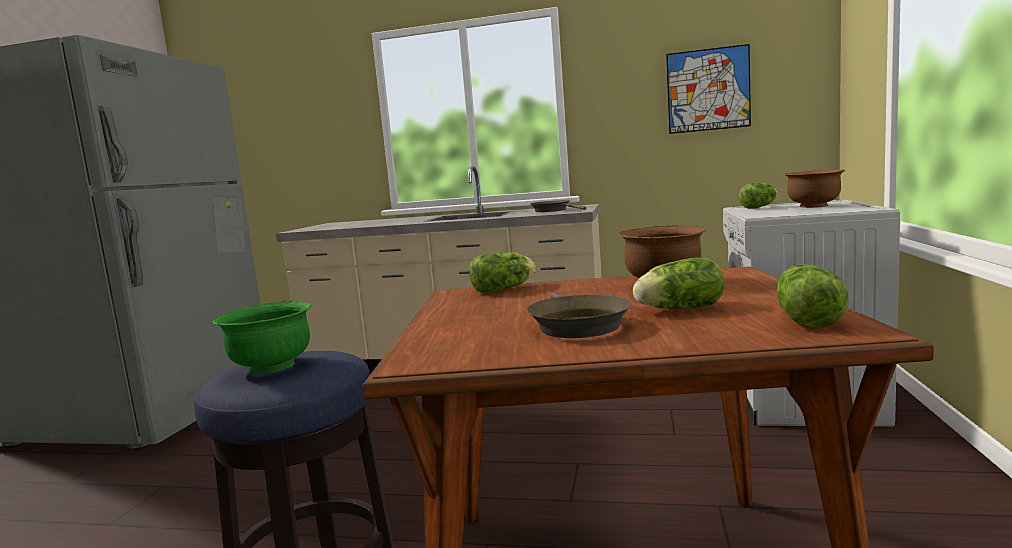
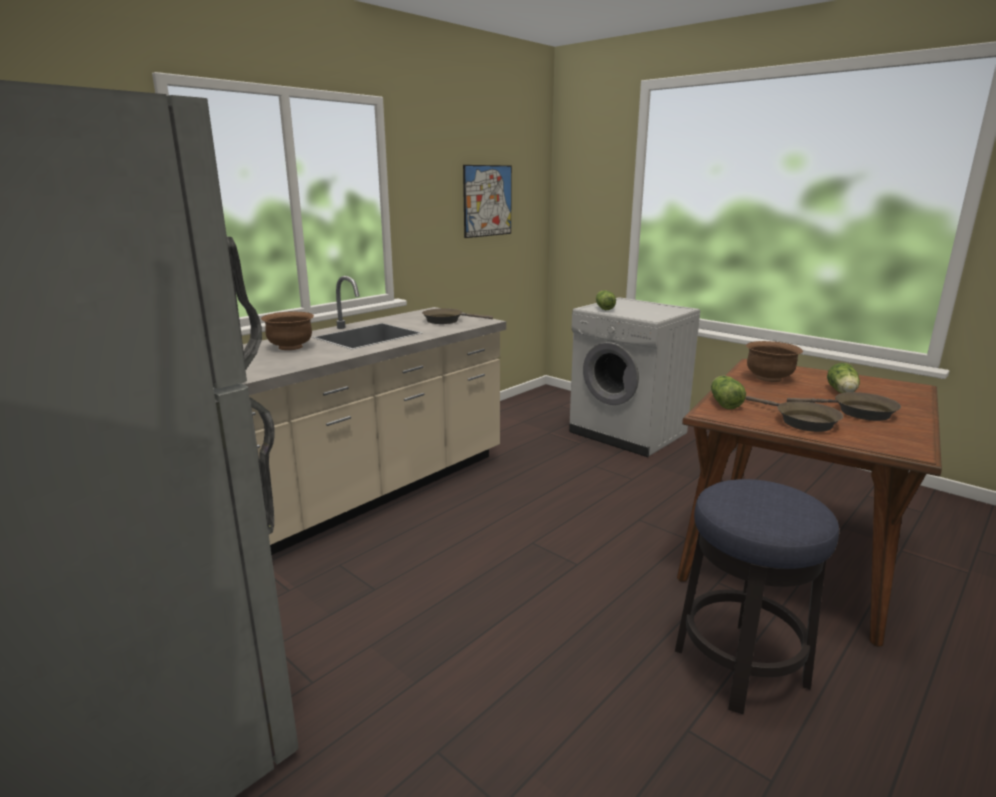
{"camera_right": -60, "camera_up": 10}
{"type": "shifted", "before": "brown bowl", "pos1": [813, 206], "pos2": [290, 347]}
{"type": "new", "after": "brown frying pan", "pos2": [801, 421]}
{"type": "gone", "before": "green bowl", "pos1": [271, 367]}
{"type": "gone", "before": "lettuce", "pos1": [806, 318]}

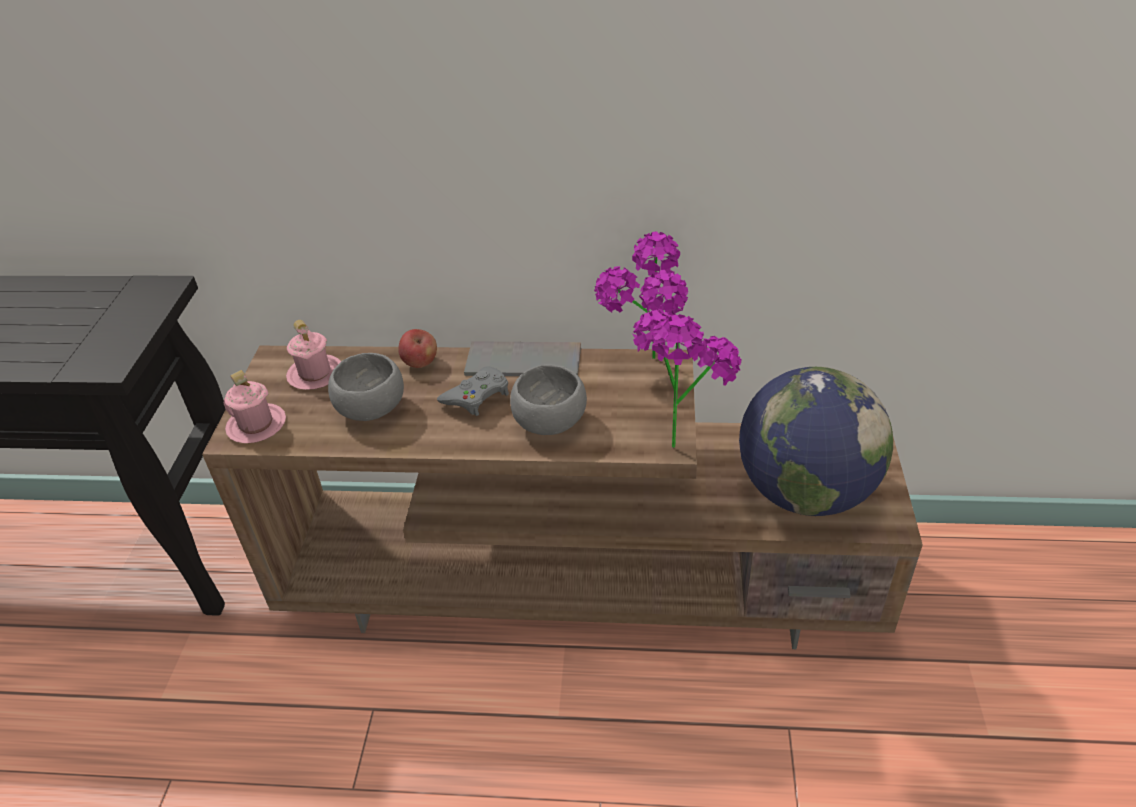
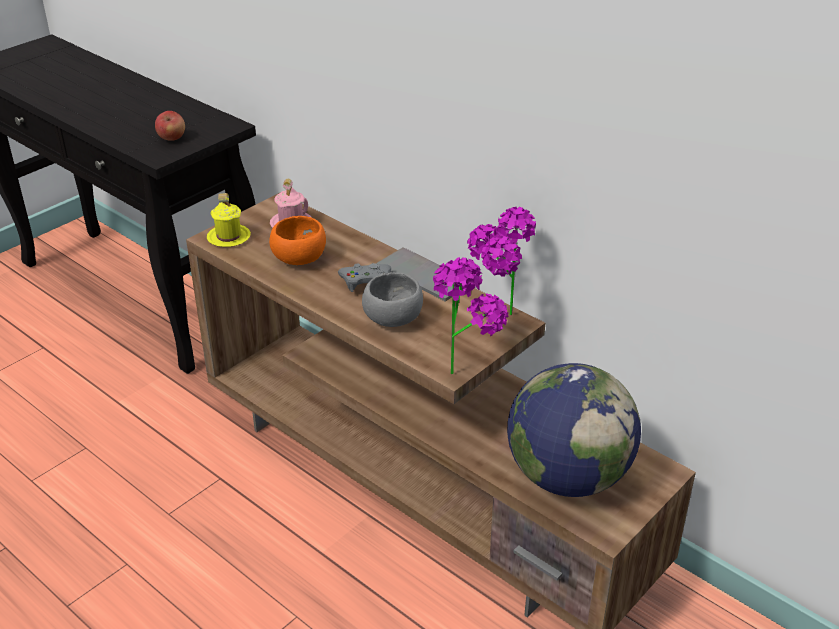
{"camera_right": 35, "camera_up": -5}
{"type": "shifted", "before": "apple", "pos1": [420, 363], "pos2": [172, 138]}
{"type": "repainted", "before": "pink mug", "after": "yellow mug", "pos1": [256, 425], "pos2": [229, 237]}
{"type": "repainted", "before": "grey bowl", "after": "orange bowl", "pos1": [373, 409], "pos2": [300, 259]}

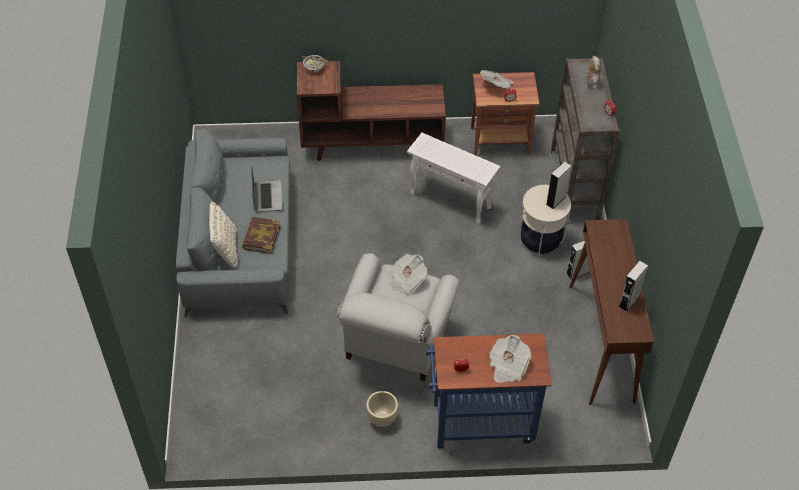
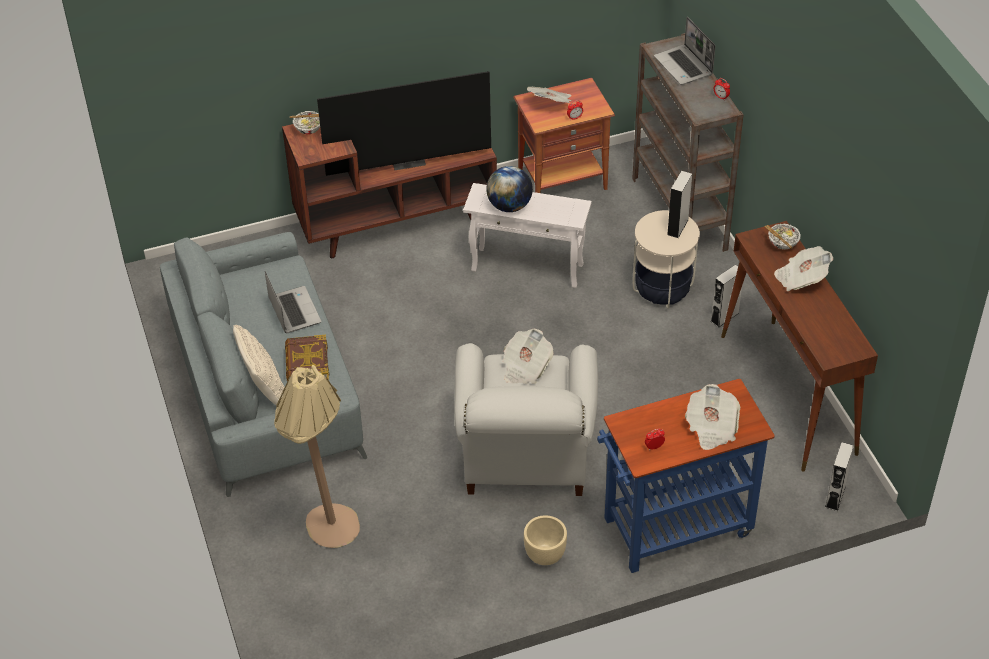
{"camera_right": -15, "camera_up": -5}
{"type": "new", "after": "beige floor lamp", "pos2": [327, 536]}
{"type": "new", "after": "television", "pos2": [408, 160]}
{"type": "new", "after": "globe", "pos2": [509, 206]}
{"type": "swapped", "before": "plush toy", "after": "laptop", "pos1": [591, 83], "pos2": [684, 66]}
{"type": "new", "after": "bowl", "pos2": [782, 244]}
{"type": "new", "after": "newspaper", "pos2": [801, 278]}
{"type": "shifted", "before": "grey speaker", "pos1": [628, 301], "pos2": [835, 497]}

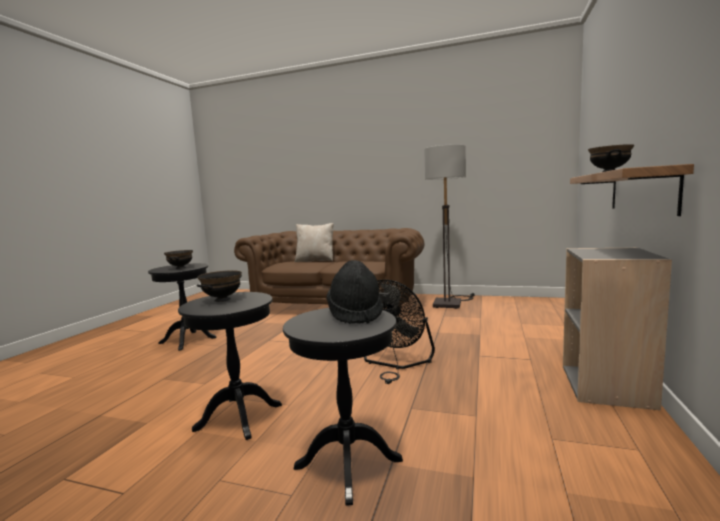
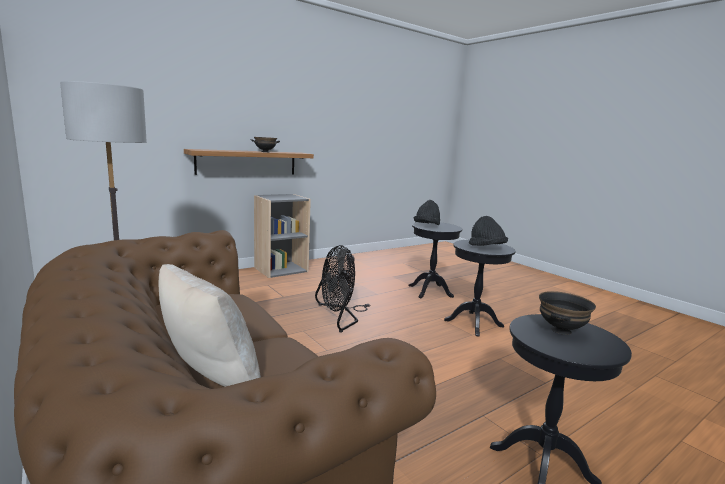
{"camera_right": -145, "camera_up": 5}
{"type": "swapped", "before": "black bowl", "after": "black hat", "pos1": [222, 300], "pos2": [486, 248]}

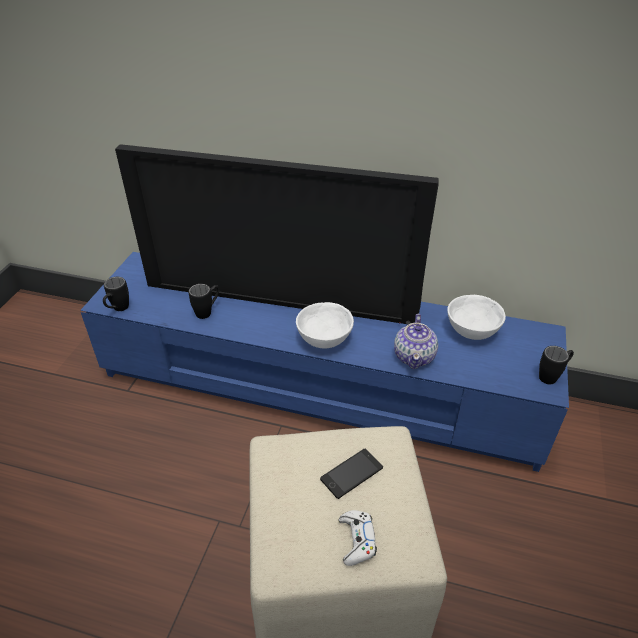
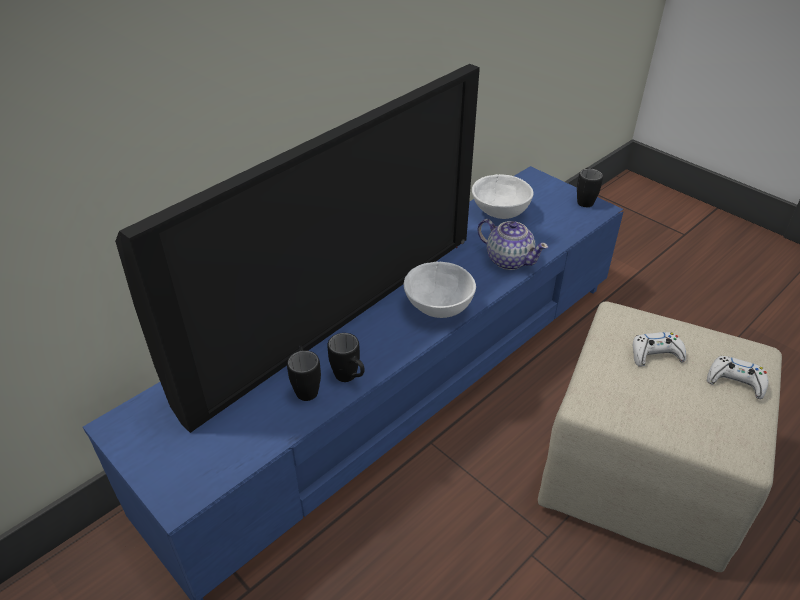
{"camera_right": -60, "camera_up": 0}
{"type": "shifted", "before": "black mug", "pos1": [118, 309], "pos2": [350, 378]}
{"type": "swapped", "before": "phone", "after": "white game controller", "pos1": [351, 473], "pos2": [655, 354]}

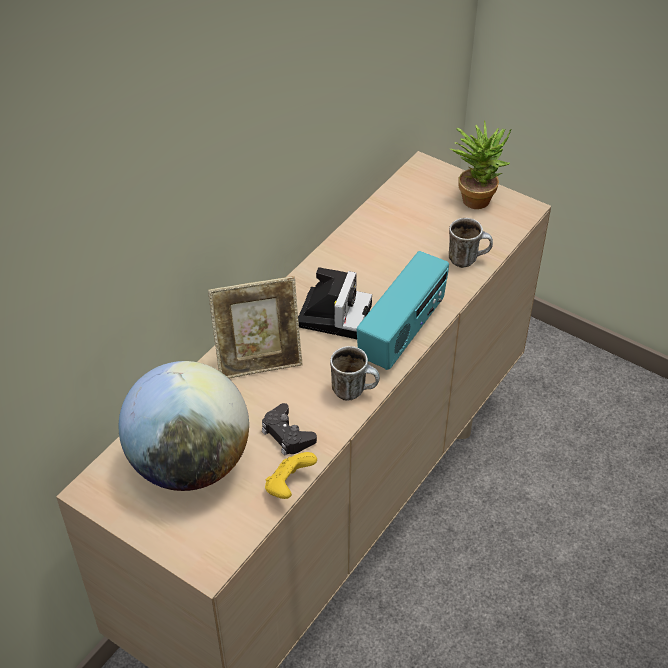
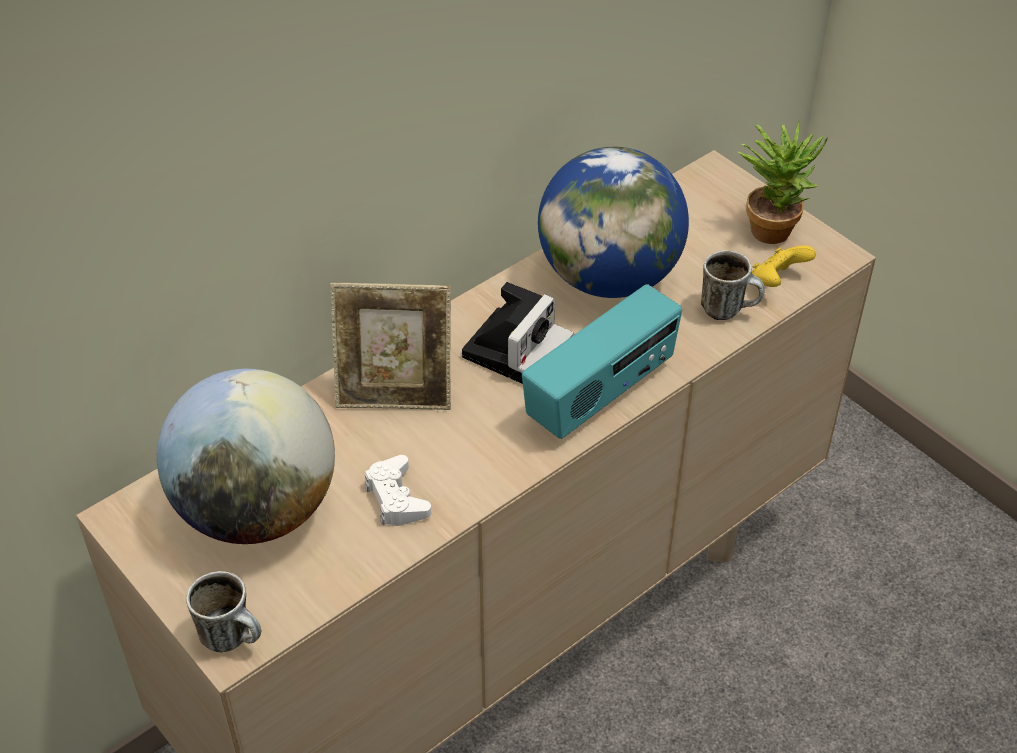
{"camera_right": 15, "camera_up": 0}
{"type": "shifted", "before": "mug", "pos1": [354, 390], "pos2": [234, 637]}
{"type": "repainted", "before": "black game controller", "after": "white game controller", "pos1": [287, 434], "pos2": [396, 498]}
{"type": "new", "after": "globe", "pos2": [609, 277]}
{"type": "shifted", "before": "yellow game controller", "pos1": [289, 486], "pos2": [776, 282]}

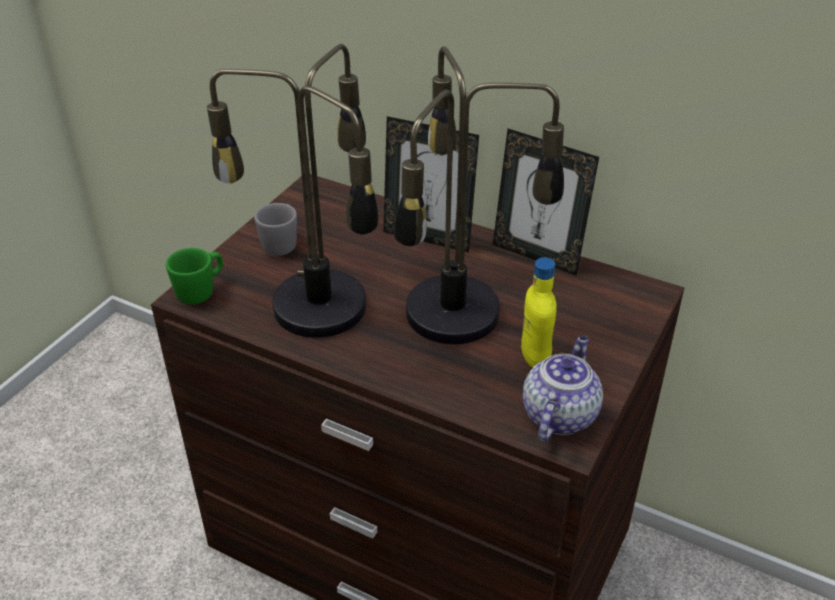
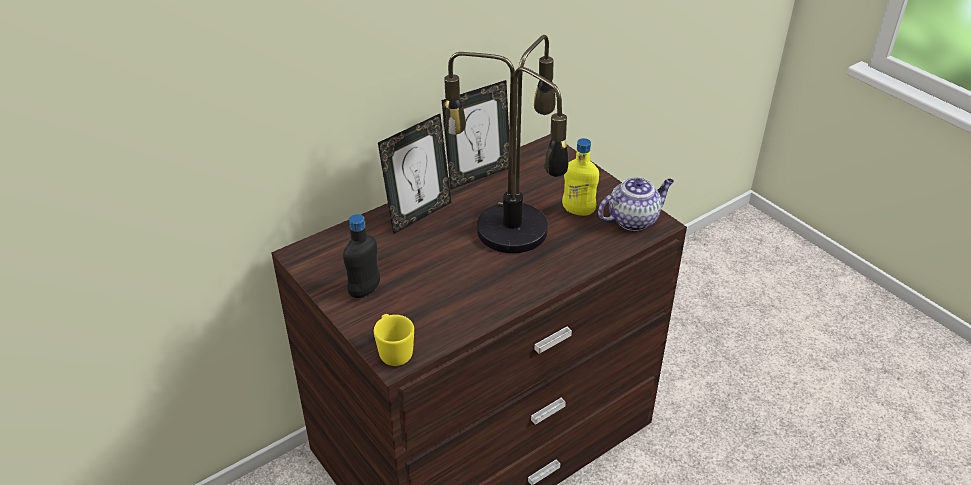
{"camera_right": -65, "camera_up": 0}
{"type": "swapped", "before": "grey mug", "after": "black bottle", "pos1": [281, 244], "pos2": [365, 290]}
{"type": "repainted", "before": "green mug", "after": "yellow mug", "pos1": [201, 291], "pos2": [394, 351]}
{"type": "rotated", "before": "teapot", "pos1": [559, 414], "pos2": [633, 219], "turn": 105}
{"type": "gone", "before": "table lamp", "pos1": [321, 305]}

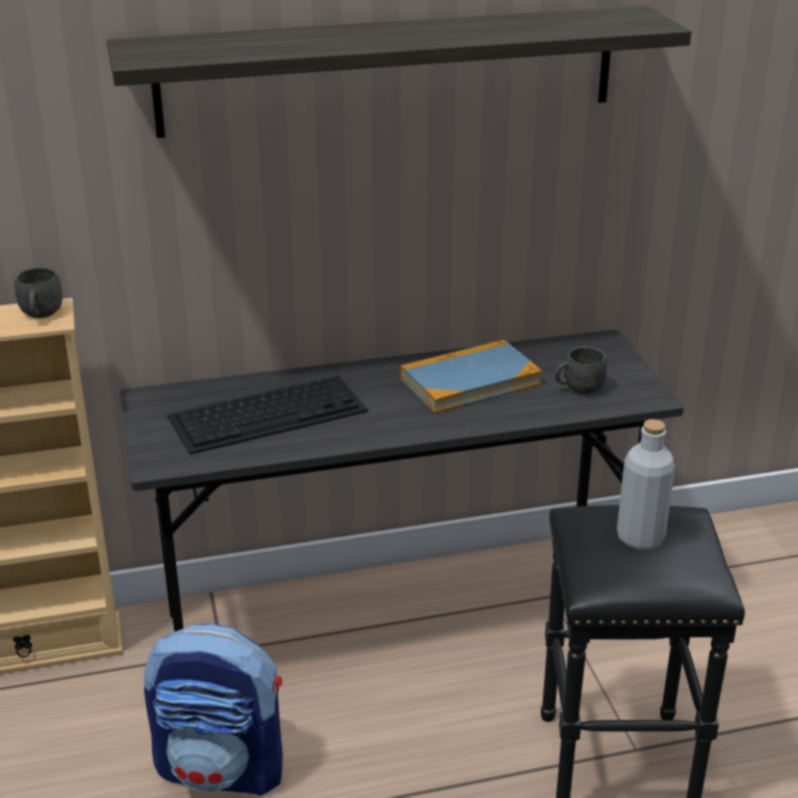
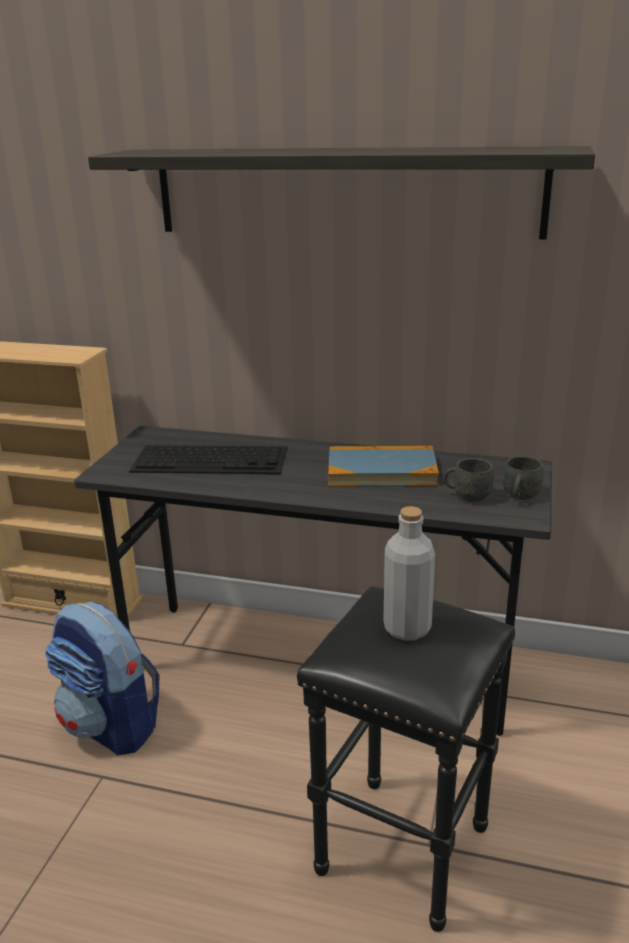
{"camera_right": 30, "camera_up": -5}
{"type": "shifted", "before": "grey mug", "pos1": [40, 315], "pos2": [519, 497]}

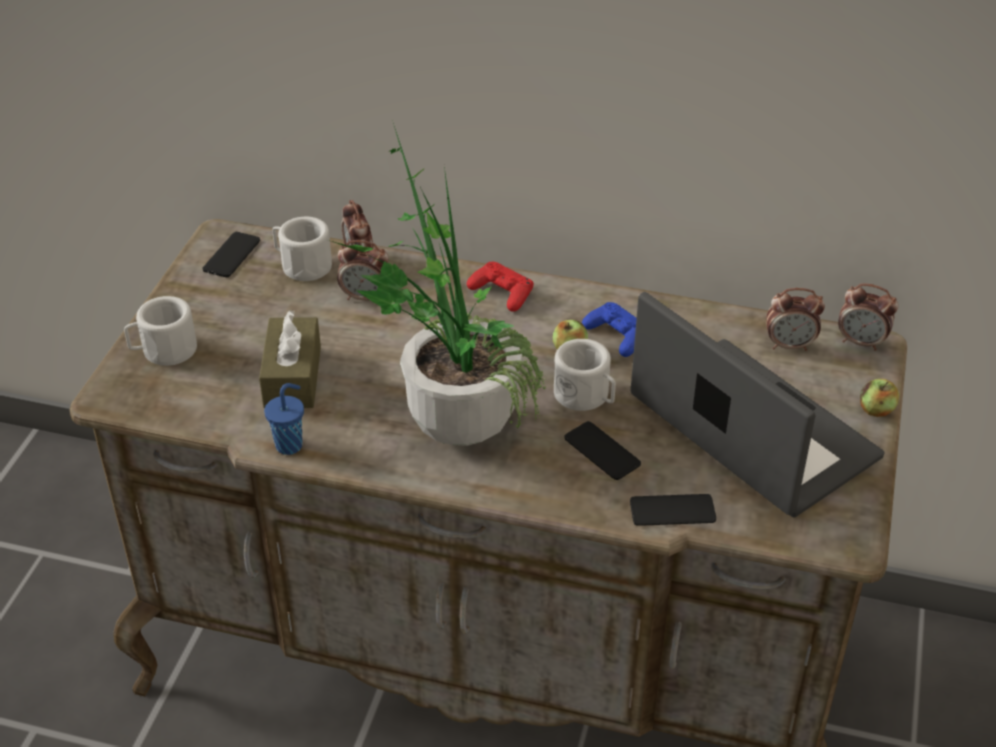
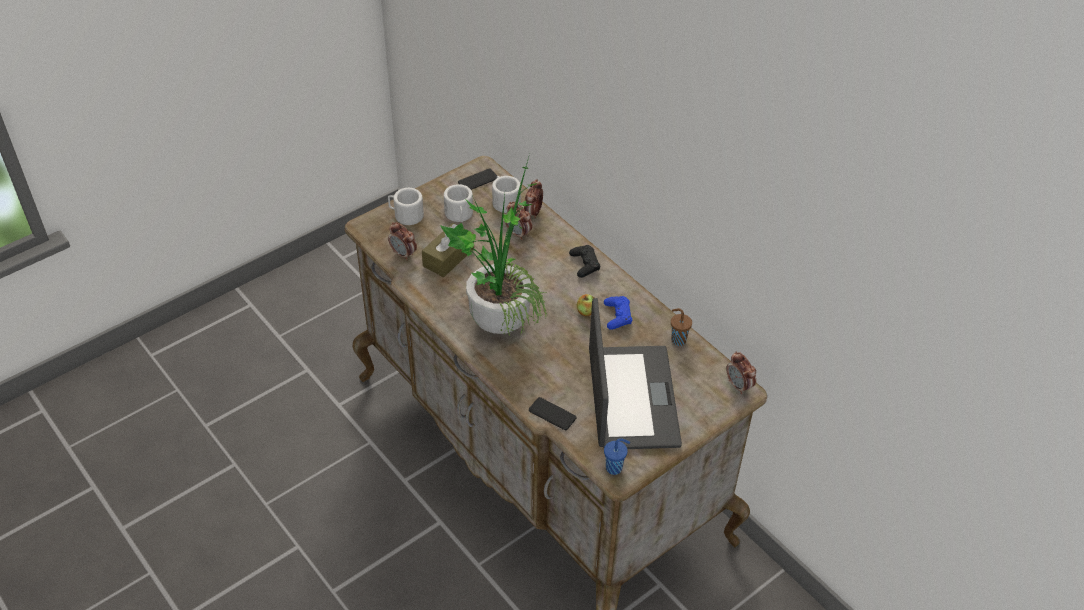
{"camera_right": 35, "camera_up": 5}
{"type": "shifted", "before": "alarm clock", "pos1": [789, 345], "pos2": [403, 254]}
{"type": "shifted", "before": "white mug", "pos1": [586, 396], "pos2": [459, 215]}
{"type": "repainted", "before": "red game controller", "after": "black game controller", "pos1": [502, 292], "pos2": [584, 264]}
{"type": "shifted", "before": "blue cup", "pos1": [290, 445], "pos2": [615, 468]}
{"type": "new", "after": "brown cup", "pos2": [677, 340]}
{"type": "gone", "before": "phone", "pos1": [602, 451]}
{"type": "gone", "before": "apple", "pos1": [876, 410]}

